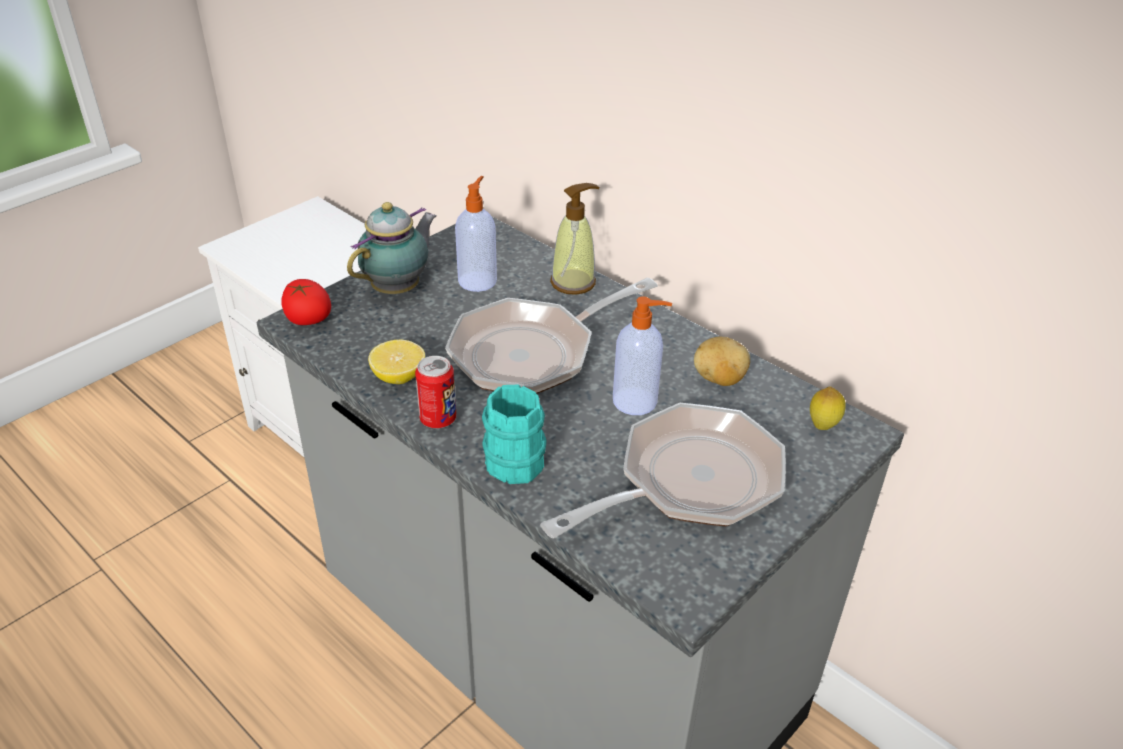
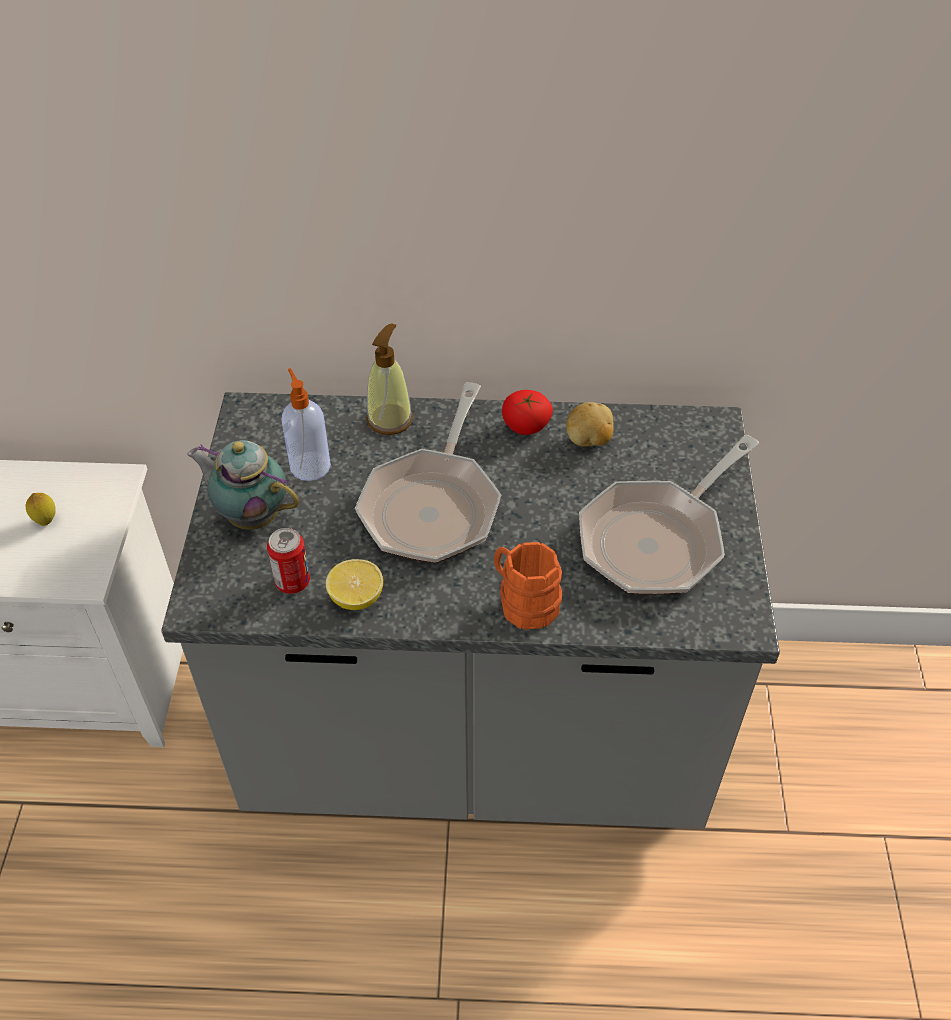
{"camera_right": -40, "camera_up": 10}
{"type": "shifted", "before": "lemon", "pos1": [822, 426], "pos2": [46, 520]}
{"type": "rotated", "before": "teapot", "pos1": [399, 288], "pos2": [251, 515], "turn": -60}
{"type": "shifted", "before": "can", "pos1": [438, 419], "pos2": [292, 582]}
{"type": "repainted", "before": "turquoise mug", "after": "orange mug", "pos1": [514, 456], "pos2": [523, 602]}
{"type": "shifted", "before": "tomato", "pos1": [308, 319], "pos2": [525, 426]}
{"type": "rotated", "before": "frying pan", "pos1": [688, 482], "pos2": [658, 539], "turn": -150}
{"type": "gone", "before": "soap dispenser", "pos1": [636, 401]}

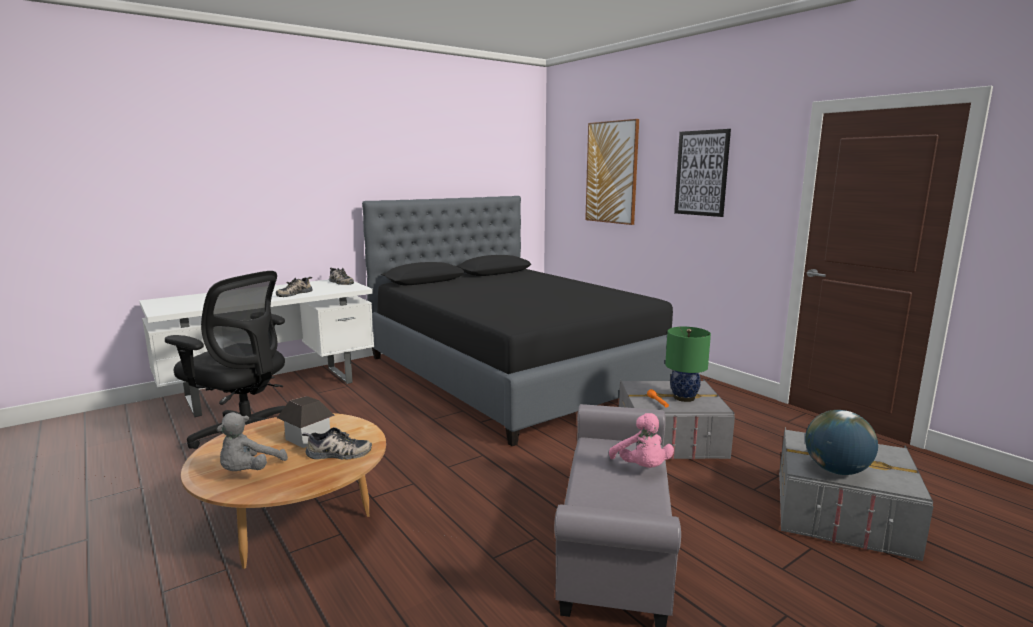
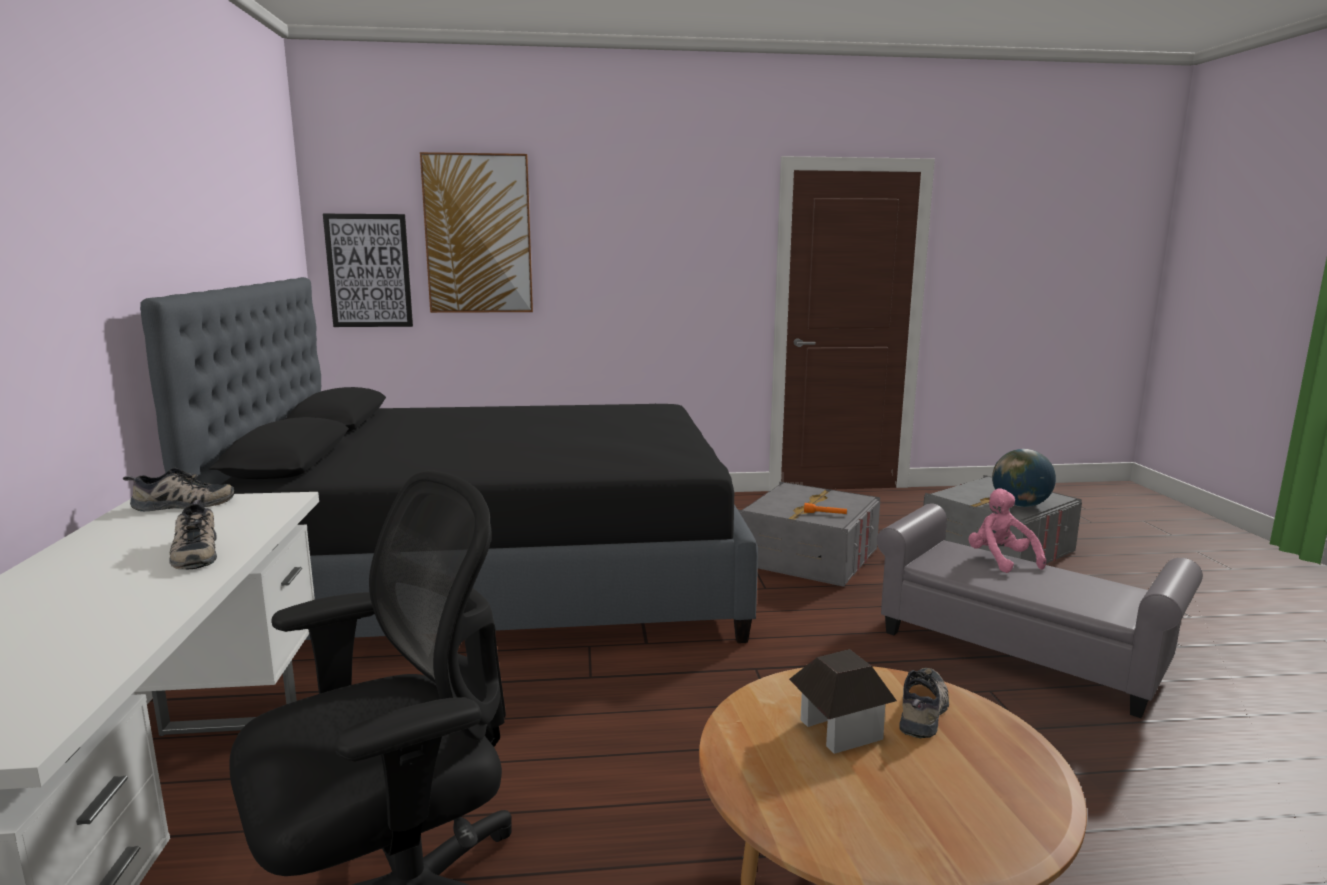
{"camera_right": -60, "camera_up": 0}
{"type": "shifted", "before": "picture", "pos1": [701, 173], "pos2": [369, 271]}
{"type": "rotated", "before": "pink plush toy", "pos1": [642, 468], "pos2": [1000, 560], "turn": -120}
{"type": "gone", "before": "grey plush toy", "pos1": [249, 471]}
{"type": "gone", "before": "green table lamp", "pos1": [684, 397]}

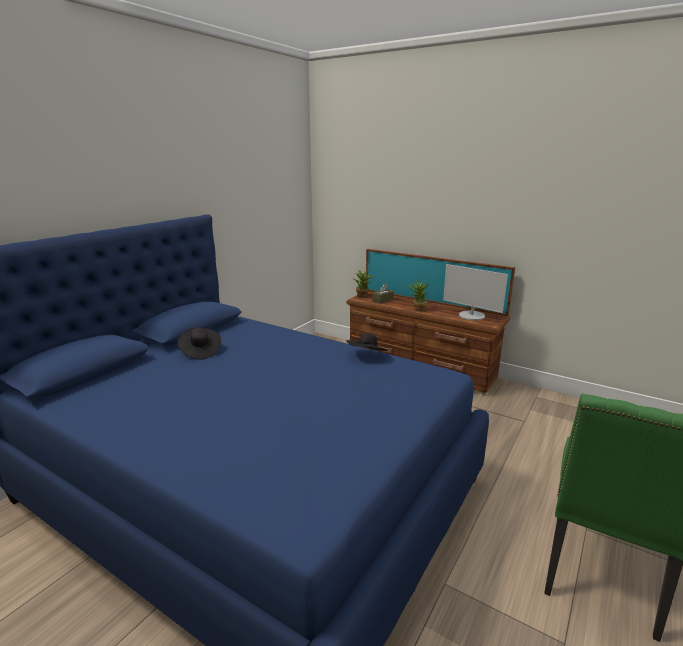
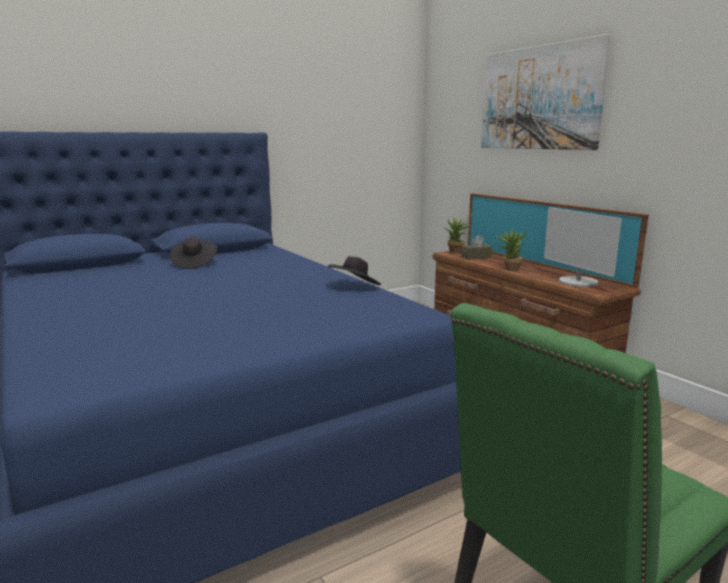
{"camera_right": 25, "camera_up": -5}
{"type": "new", "after": "picture", "pos2": [539, 98]}

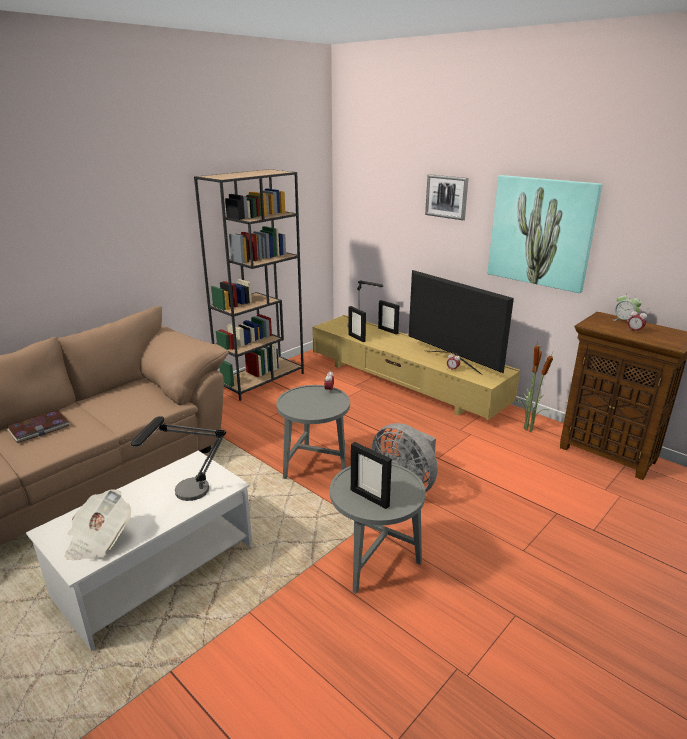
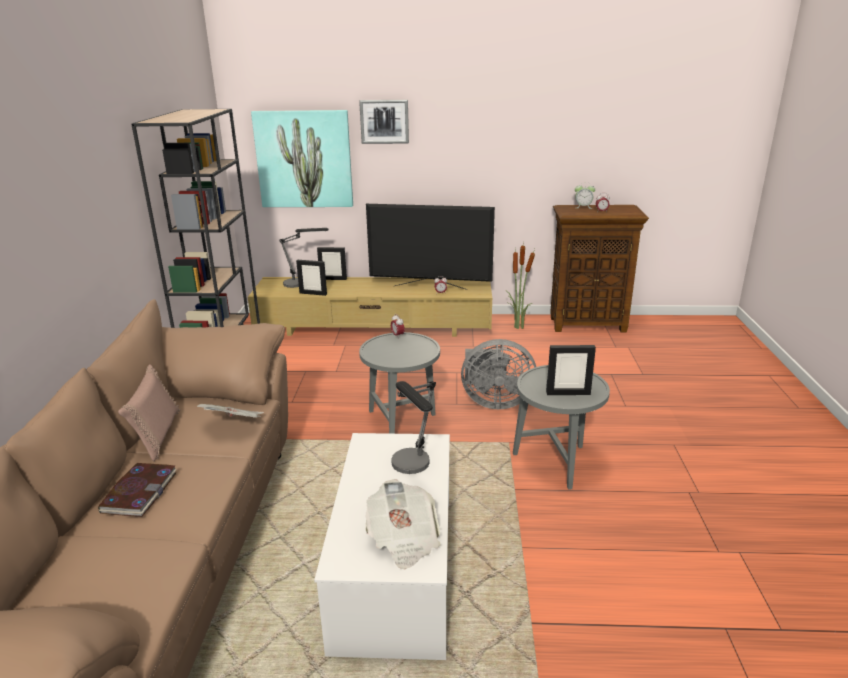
{"camera_right": -40, "camera_up": 0}
{"type": "new", "after": "beige pillow", "pos2": [157, 435]}
{"type": "new", "after": "newspaper", "pos2": [235, 425]}
{"type": "shifted", "before": "picture", "pos1": [541, 232], "pos2": [304, 159]}

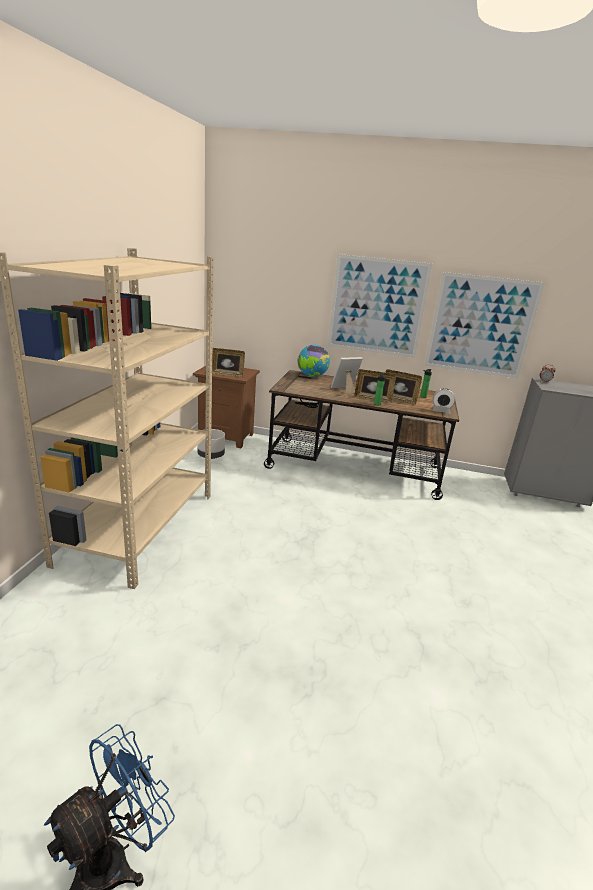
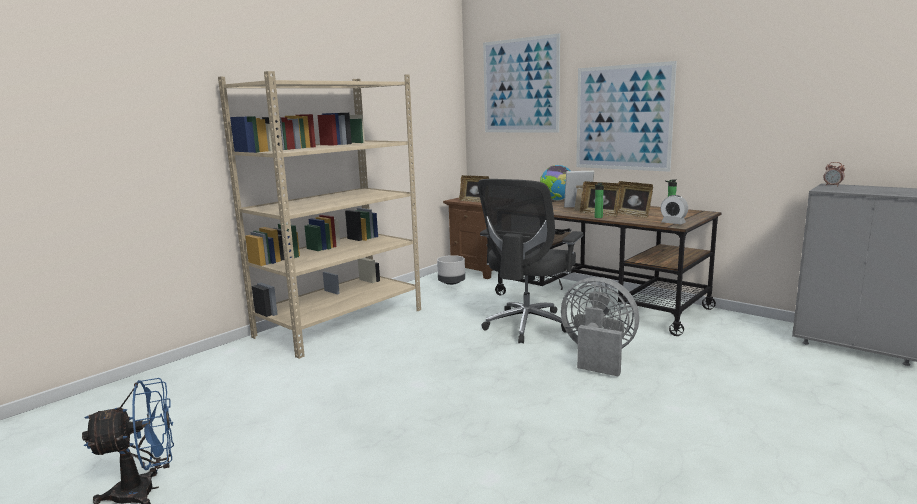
{"camera_right": 30, "camera_up": -10}
{"type": "new", "after": "office chair", "pos2": [526, 324]}
{"type": "shifted", "before": "picture", "pos1": [481, 326], "pos2": [520, 86]}
{"type": "new", "after": "grey fan", "pos2": [597, 356]}

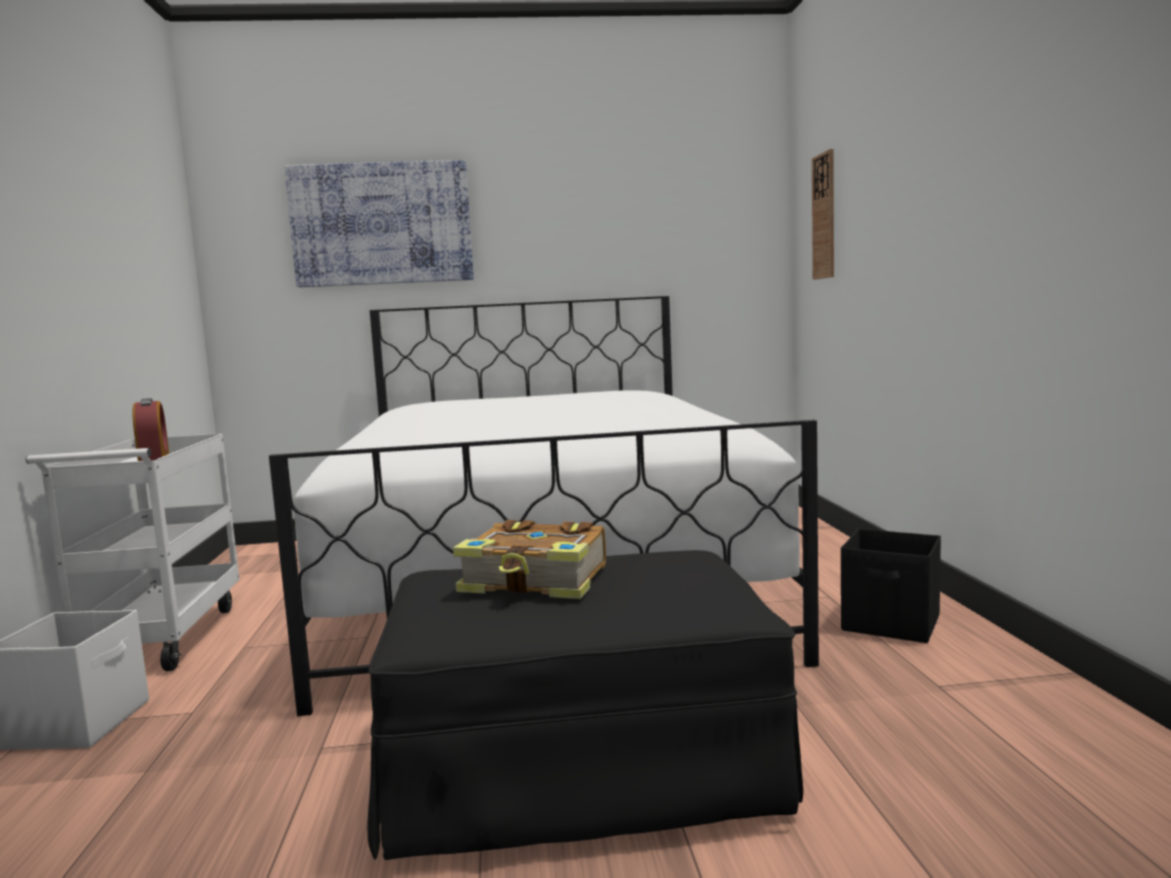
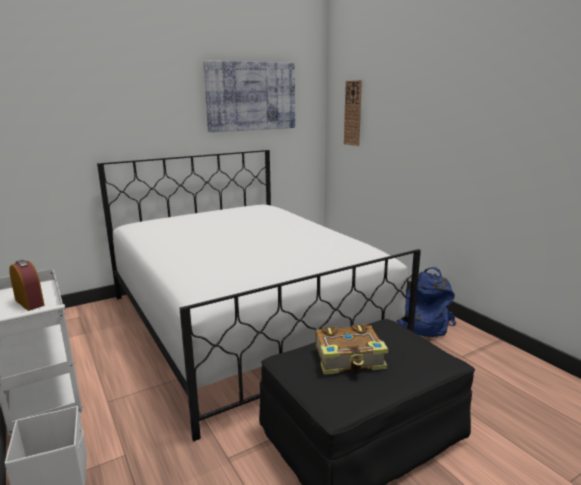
{"camera_right": -25, "camera_up": 10}
{"type": "shifted", "before": "picture", "pos1": [382, 224], "pos2": [250, 96]}
{"type": "swapped", "before": "black storage box", "after": "blue backpack", "pos1": [892, 624], "pos2": [421, 324]}

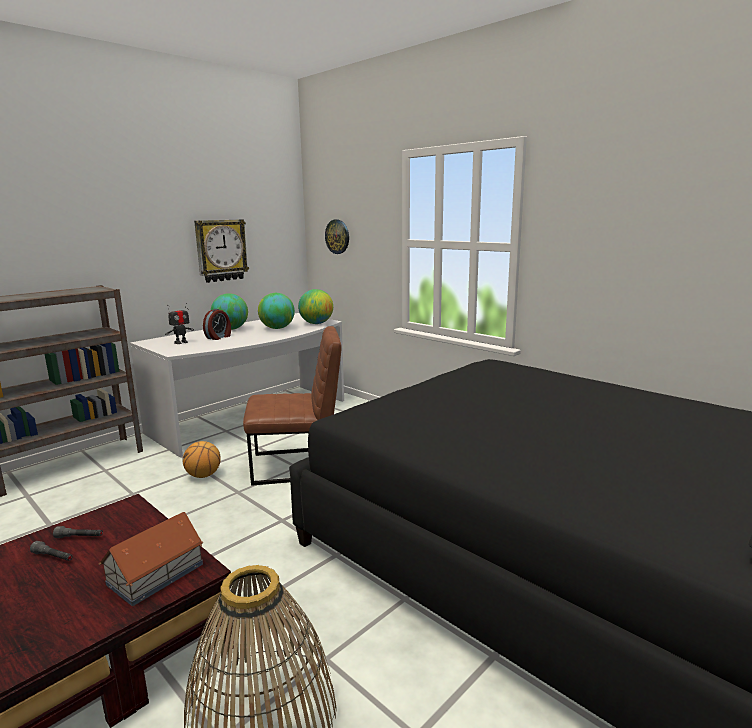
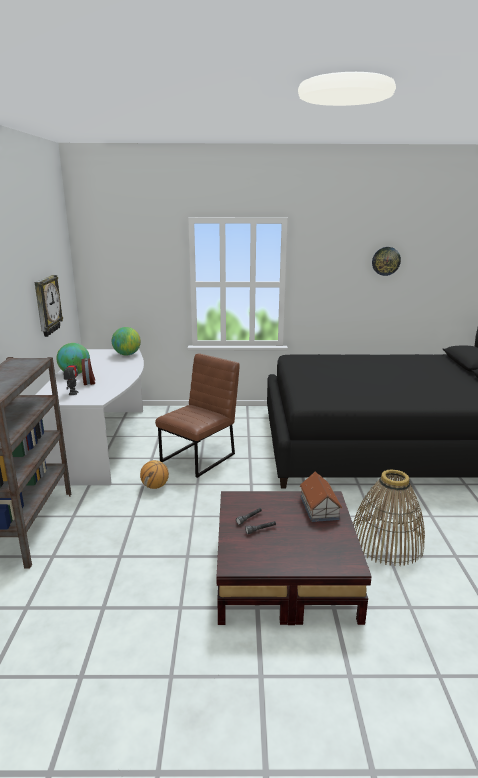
{"camera_right": -45, "camera_up": 5}
{"type": "shifted", "before": "wall clock", "pos1": [337, 236], "pos2": [386, 261]}
{"type": "gone", "before": "globe", "pos1": [277, 328]}

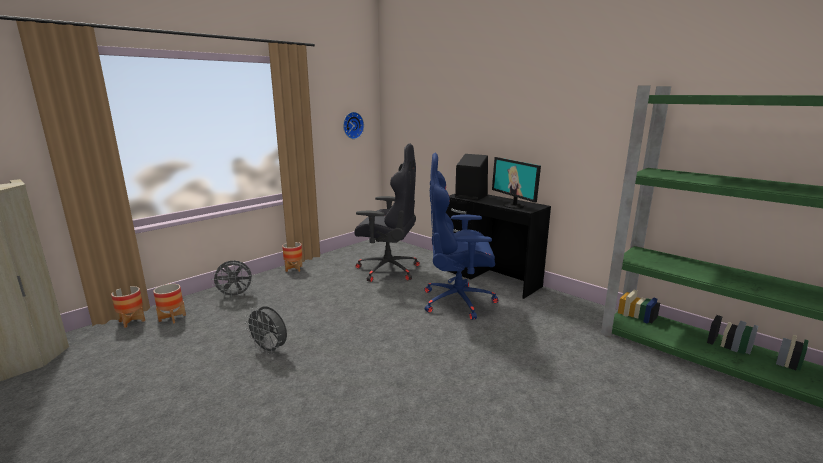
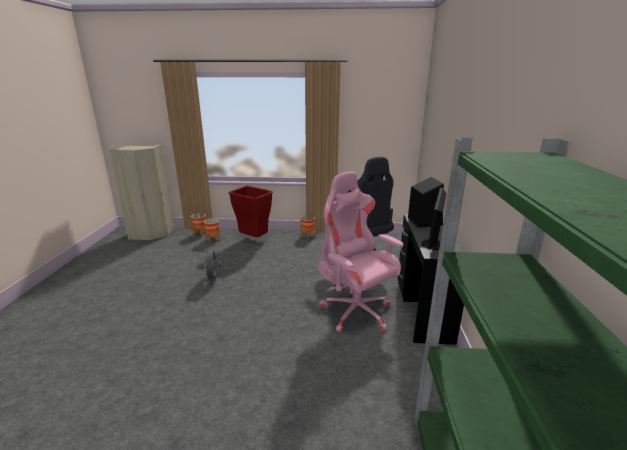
{"camera_right": 50, "camera_up": 5}
{"type": "swapped", "before": "grey fan", "after": "red trash can", "pos1": [235, 295], "pos2": [254, 239]}
{"type": "repainted", "before": "blue office chair", "after": "pink office chair", "pos1": [458, 301], "pos2": [357, 312]}
{"type": "gone", "before": "wall clock", "pos1": [352, 125]}

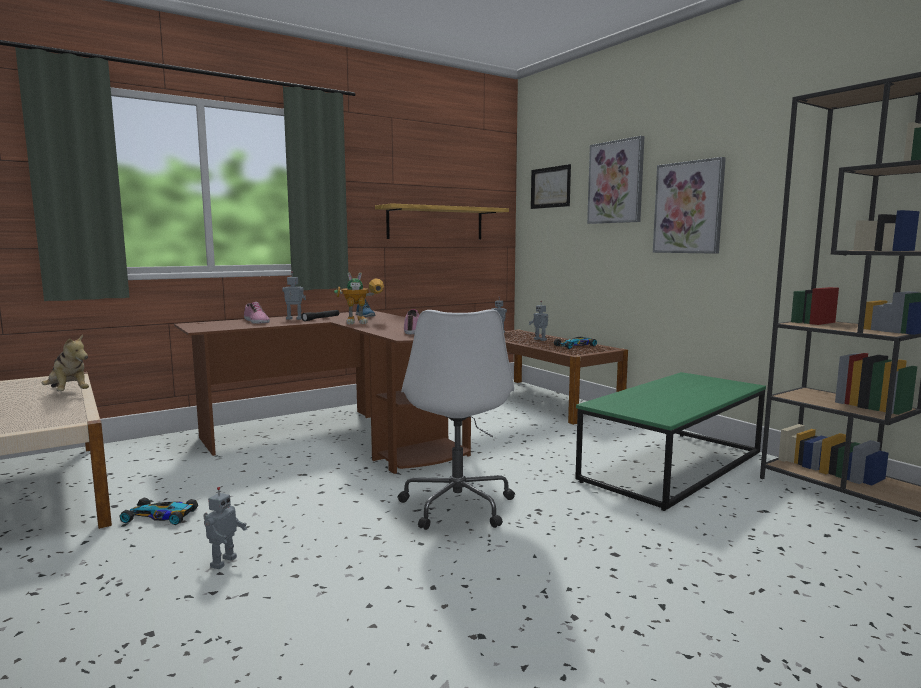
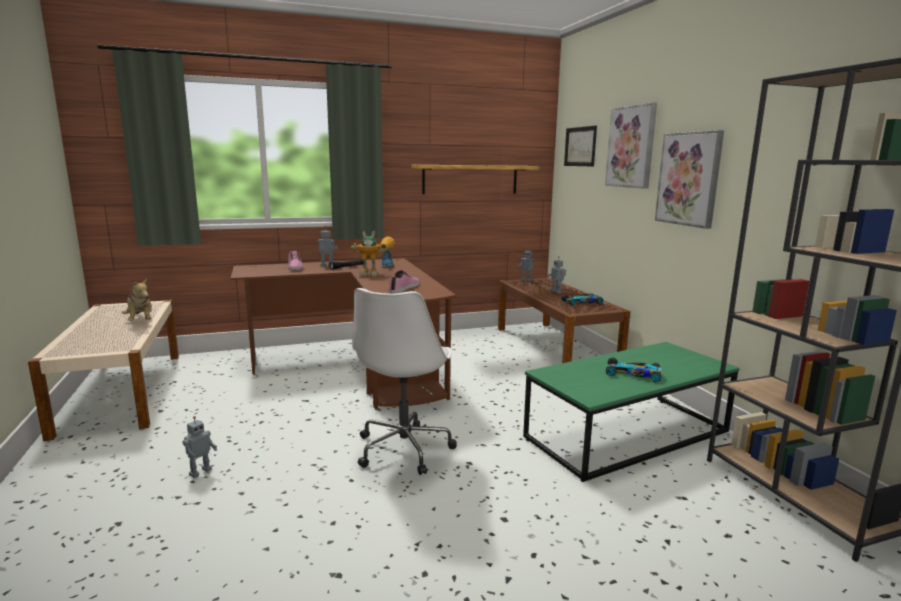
{"camera_right": 15, "camera_up": 5}
{"type": "shifted", "before": "toy car", "pos1": [161, 516], "pos2": [634, 374]}

